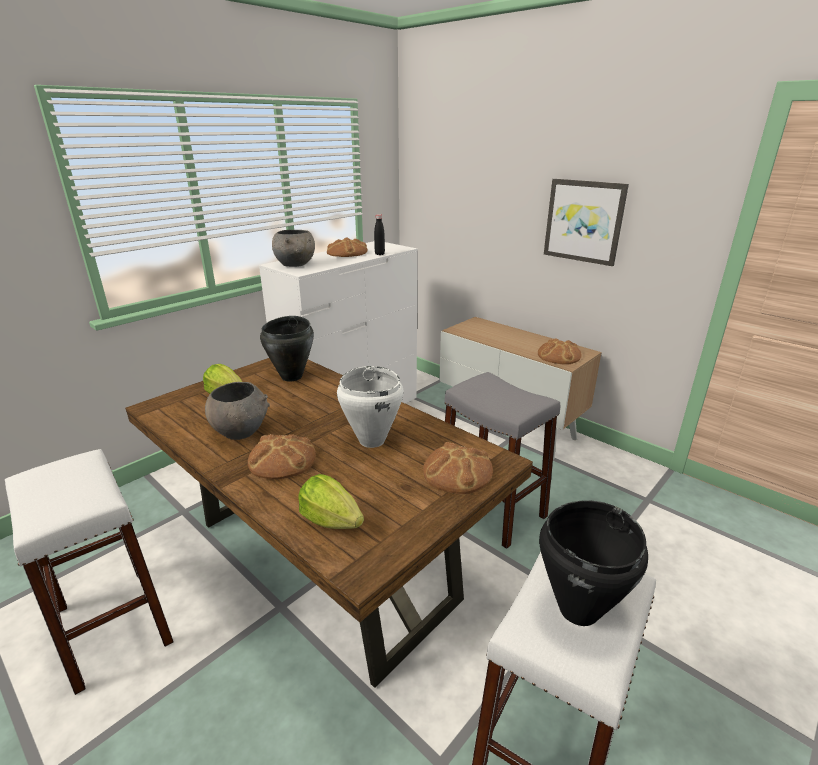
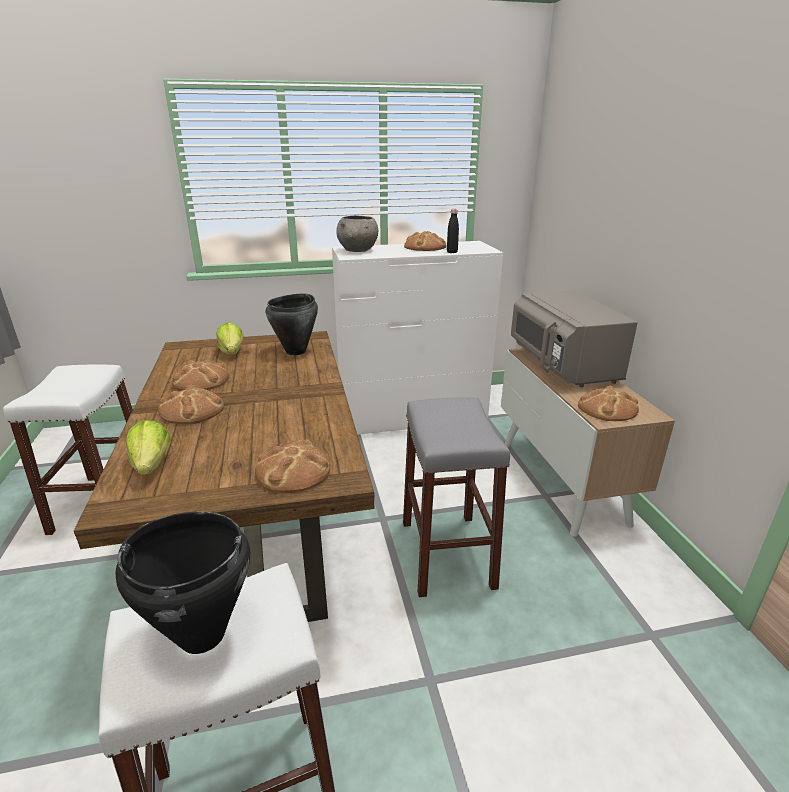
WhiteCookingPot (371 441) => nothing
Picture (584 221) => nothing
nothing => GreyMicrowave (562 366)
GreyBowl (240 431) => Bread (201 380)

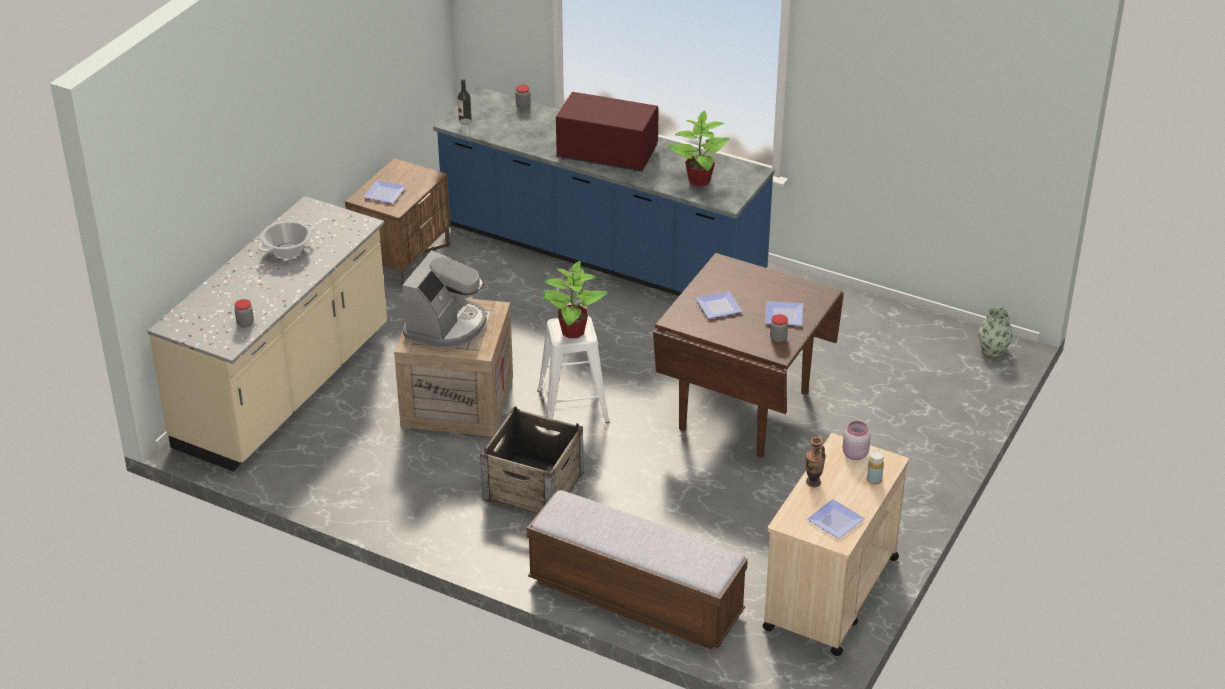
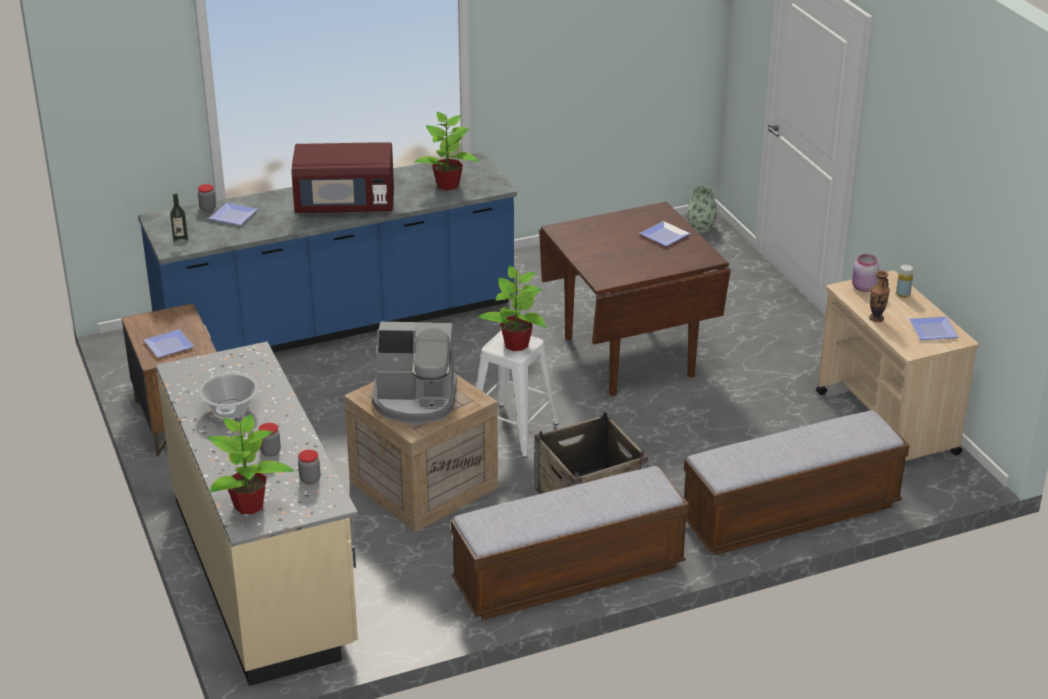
nothing => PottedPlant (249 506)
nothing => Bench (568 575)
Plate (718 308) => Plate (234 217), relocated
Jar (778 338) => Jar (270 452), relocated
CoffeeMachine (446 326) => CoffeeMachine (415 400), 120 degrees clockwise
RedMicrowave (606 155) => RedMicrowave (345 205), 150 degrees counterclockwise

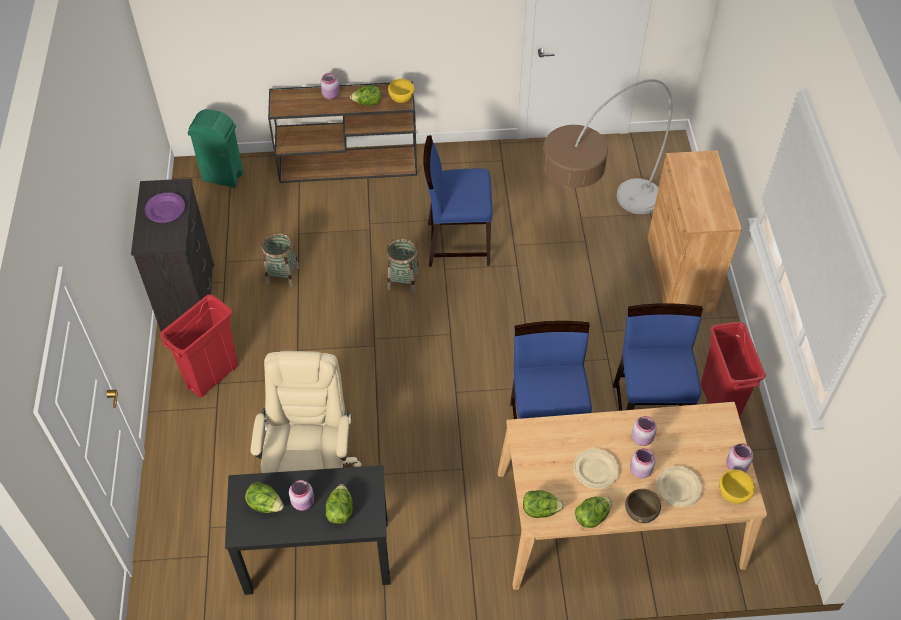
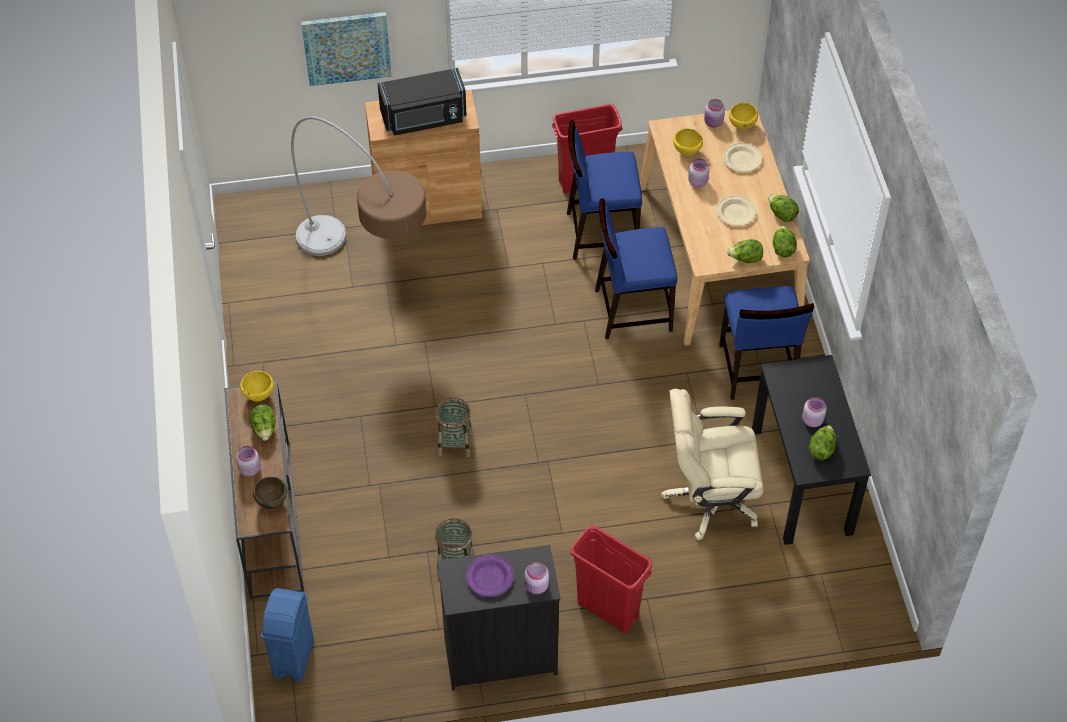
nothing => Picture (346 47)
nothing => BlackMicrowave (424 118)
nothing => YellowBowl (687 152)
Lettuce (340 511) => Lettuce (745 259), relocated
BlueChair (457 243) => BlueChair (756 370), relocated
BrownBowl (640 513) => BrownBowl (271 502), relocated
PinkJar (639 470) => PinkJar (536 587), relocated
GreenTrashCan (223 177) => BlueTrashCan (294 658)

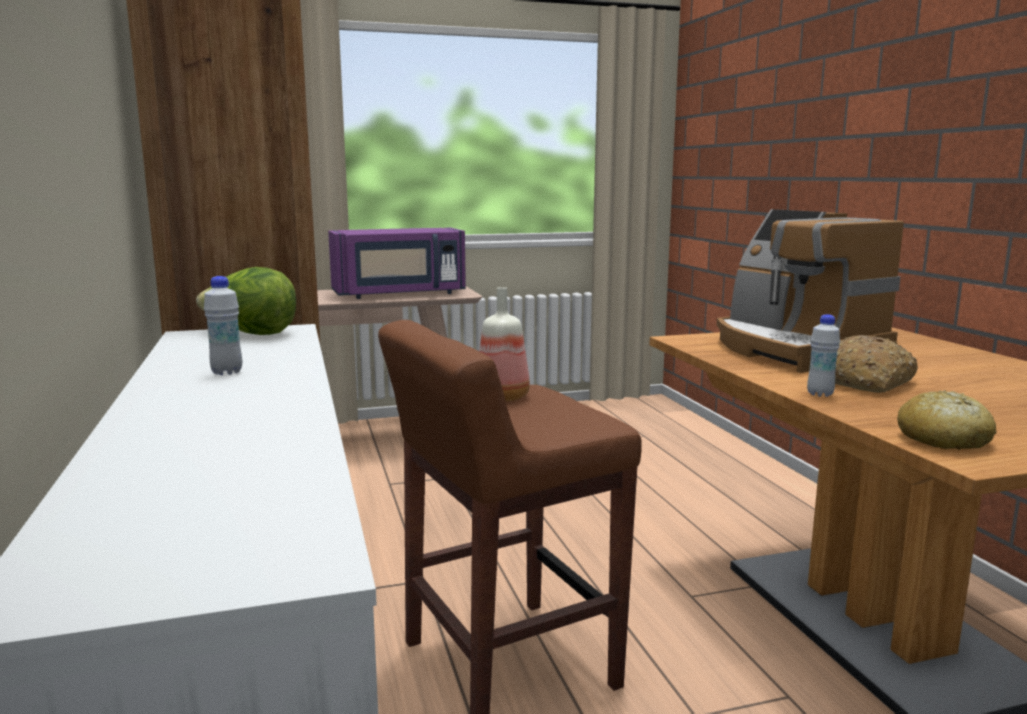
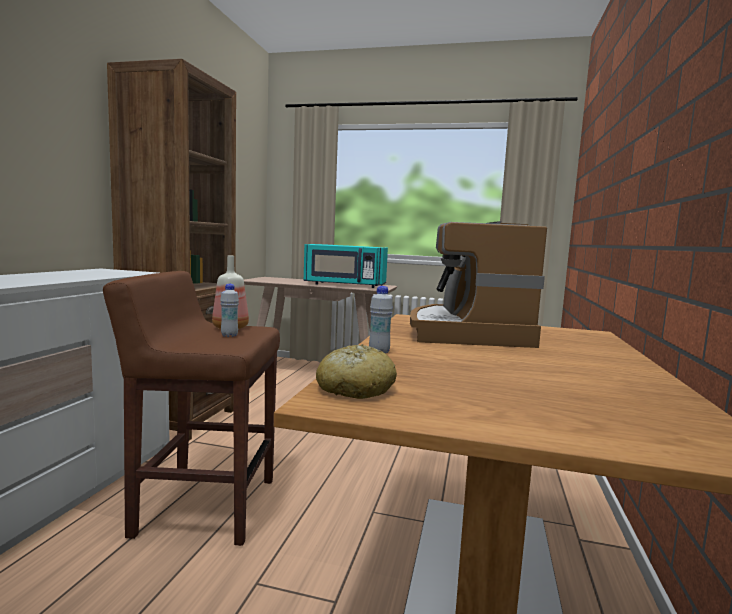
Lettuce (251 334) => nothing
Bread (864 382) => nothing
WhiteBottle (227 372) => WhiteBottle (229 335), relocated
PurpleMicrowave (400 294) => TurquoiseMicrowave (344 285)

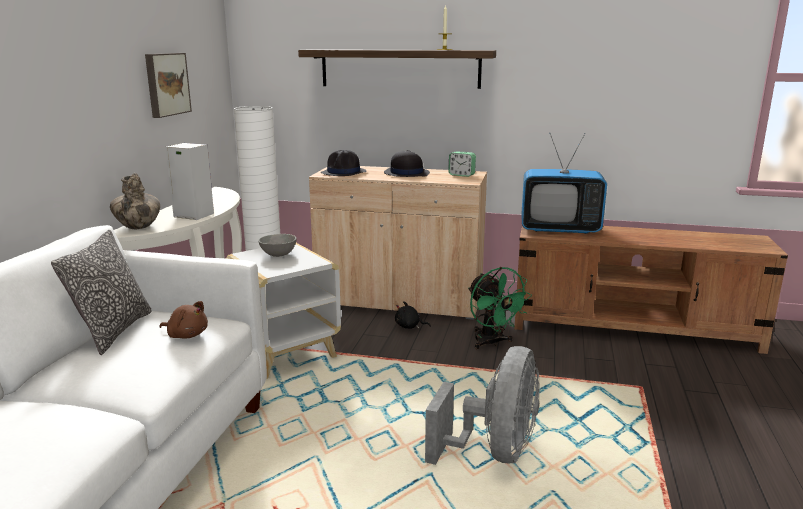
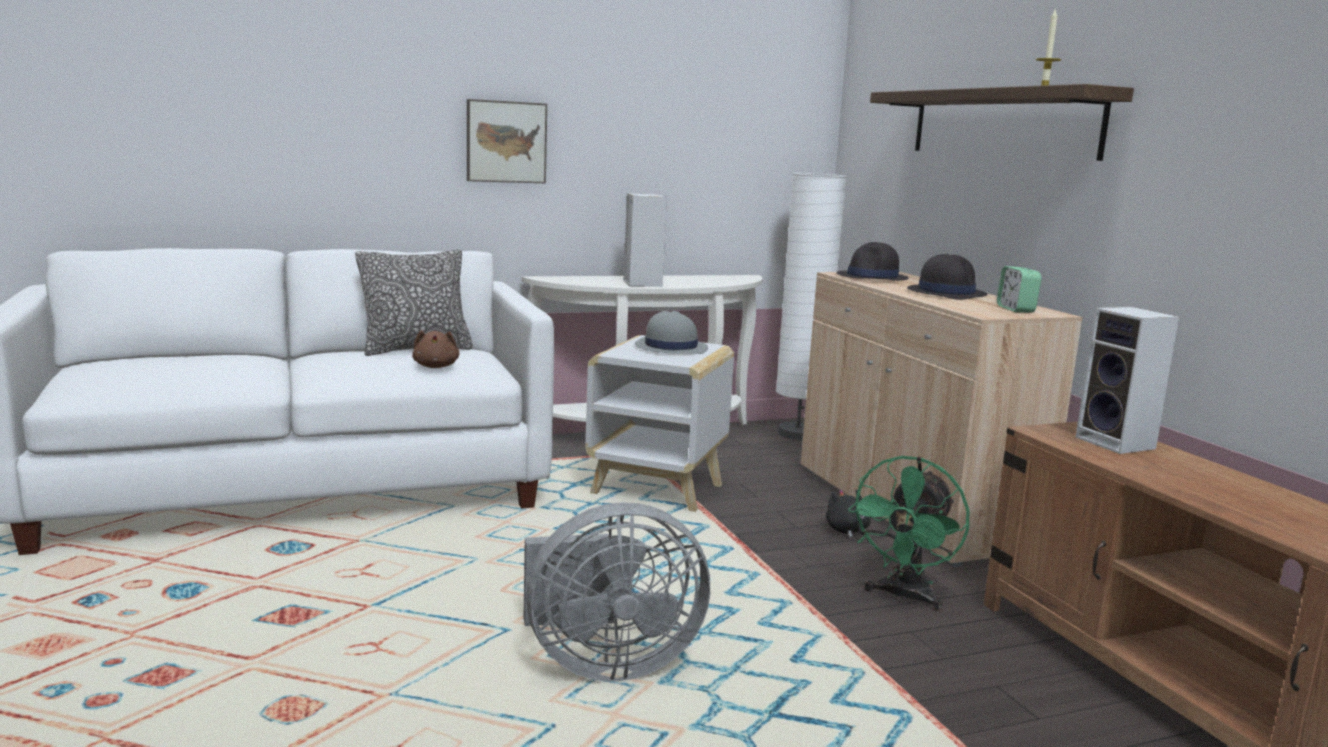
Vase (138 227) => nothing
Picture (166 84) => Picture (505 142), relocated
GreyBowl (277 255) => GreyHat (670 347)
Television (560 229) => Speaker (1118 444)

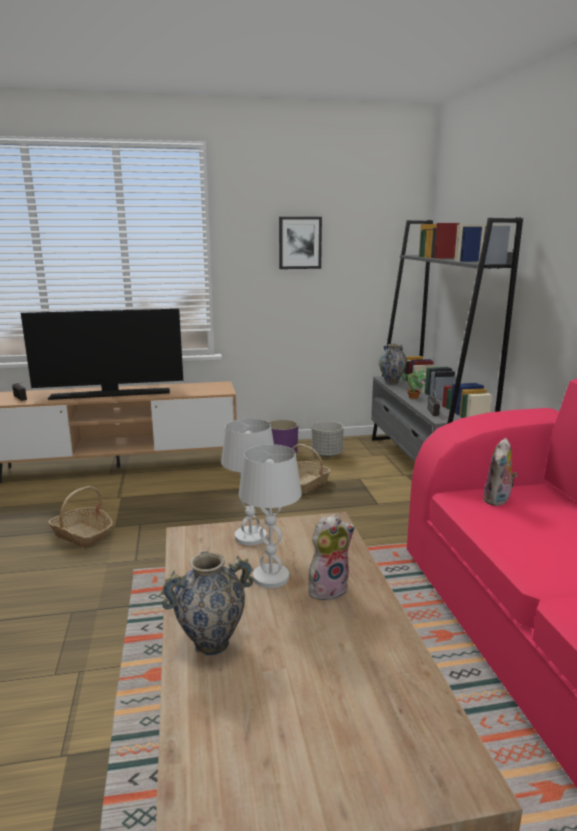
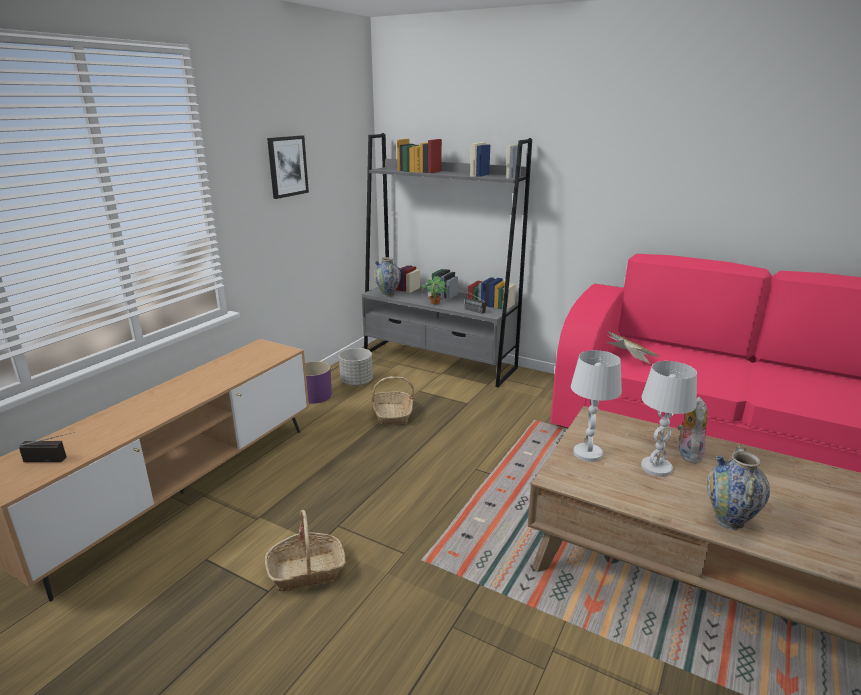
Television (111 394) => nothing
PlushToy (498 500) => Book (629 357)

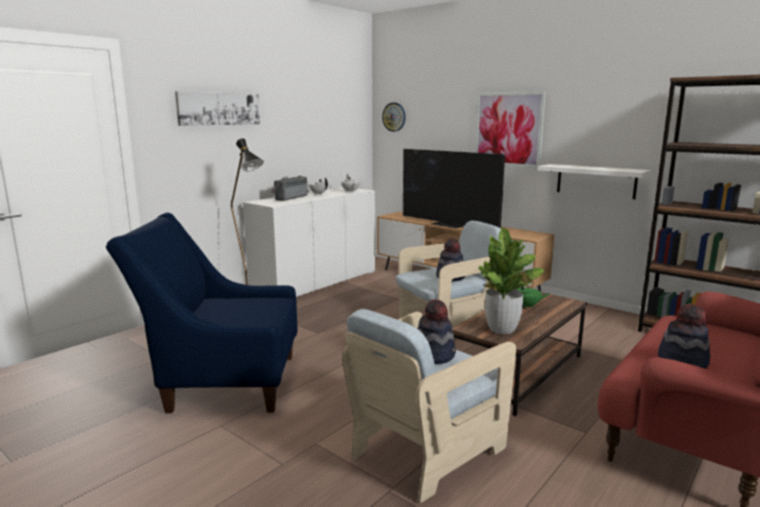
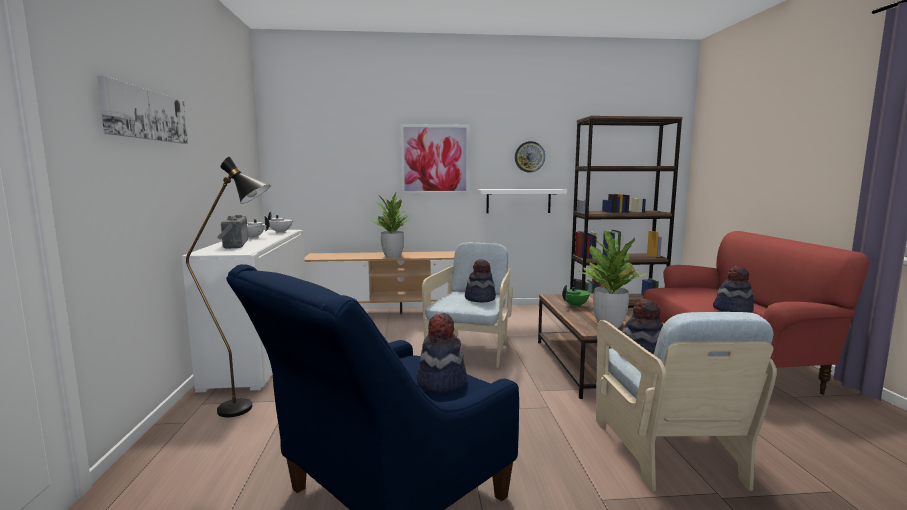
nothing => Hat (441 382)
WallClock (394 117) => WallClock (529 156), relocated
Television (448 224) => PottedPlant (392 256)

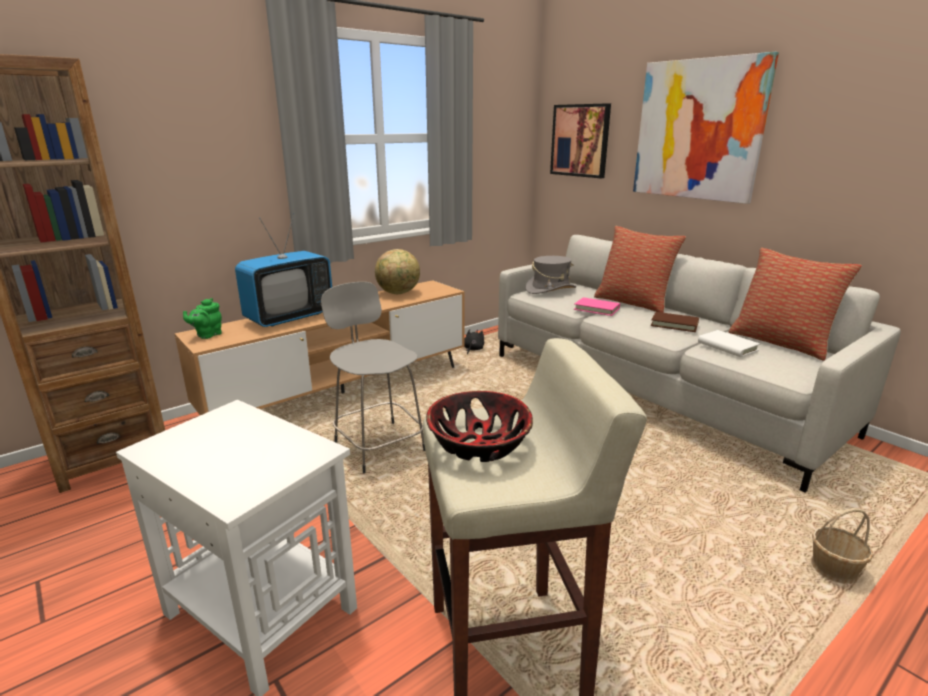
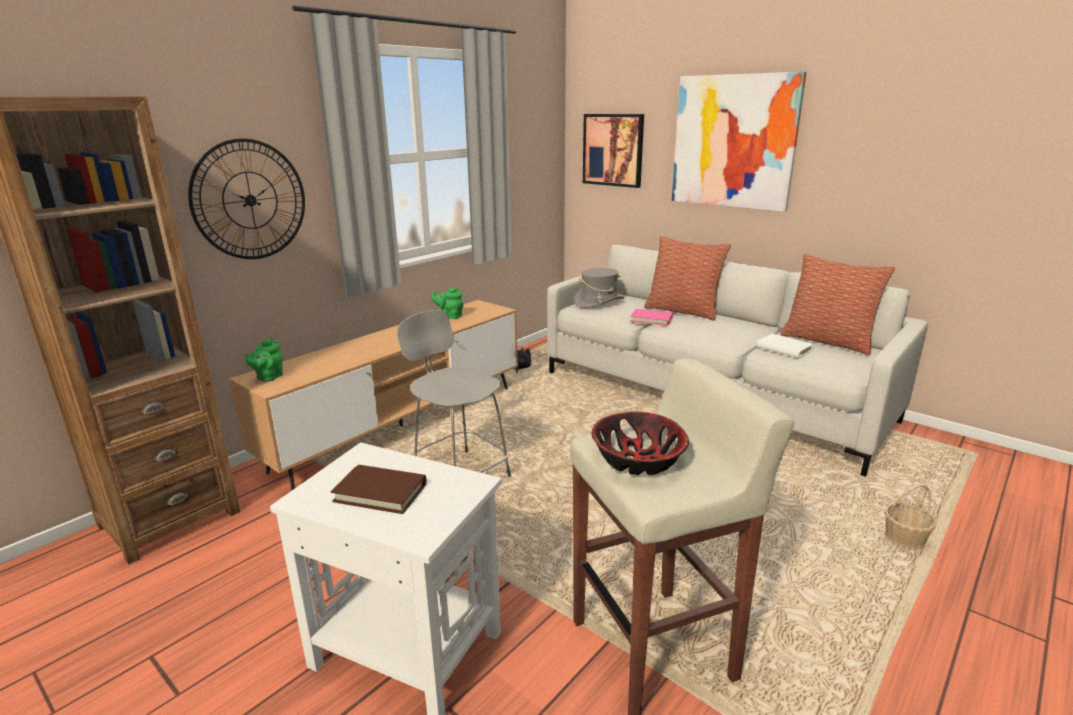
Television (289 317) => nothing
nothing => WallClock (250 200)
BrownBook (674 324) => BrownBook (380 492), relocated
Globe (398 293) => GreenTeapot (449 316)

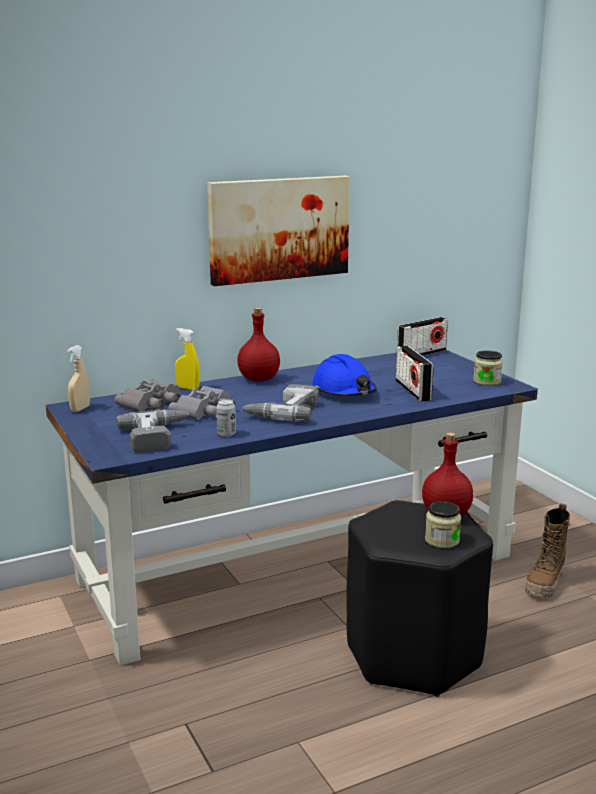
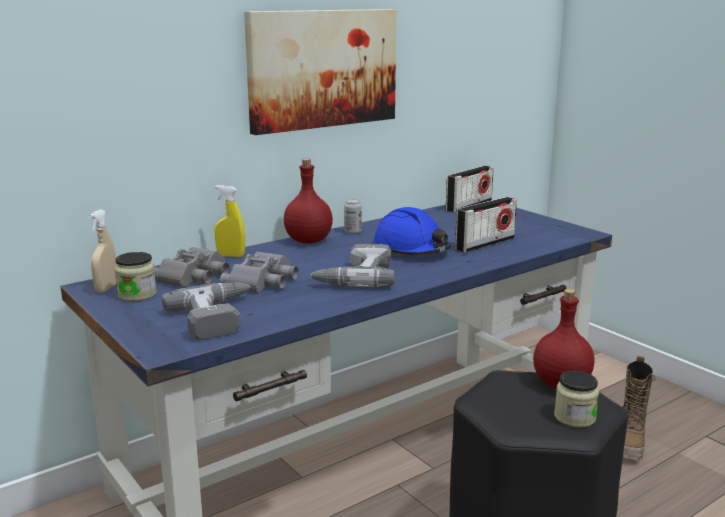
Can (226 434) => Can (353 231), relocated
Jar (487 381) => Jar (137 295), relocated
Radio (413 390) => Radio (485 244), 105 degrees counterclockwise

